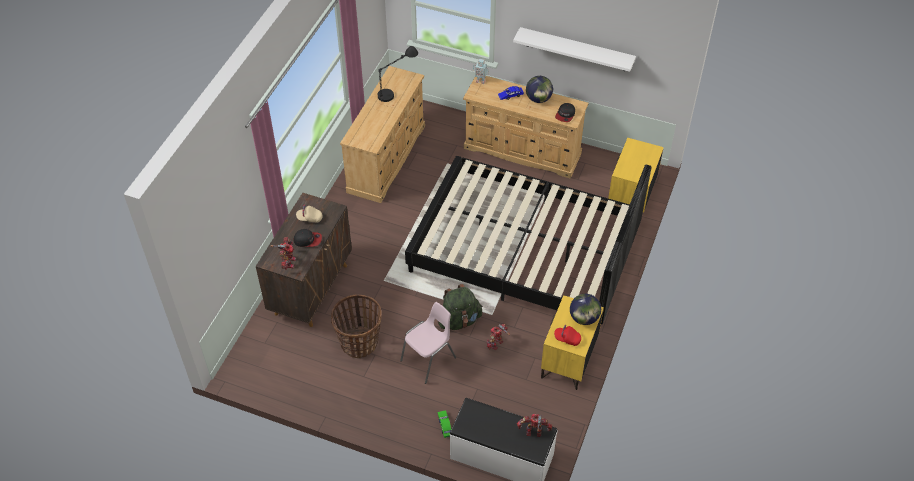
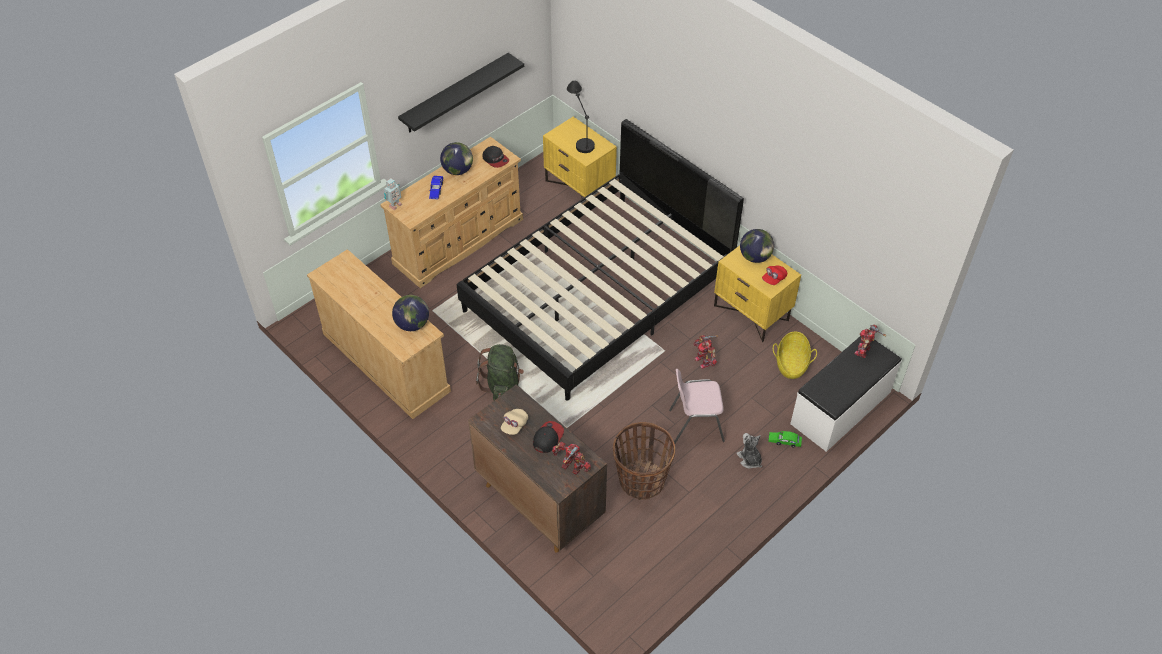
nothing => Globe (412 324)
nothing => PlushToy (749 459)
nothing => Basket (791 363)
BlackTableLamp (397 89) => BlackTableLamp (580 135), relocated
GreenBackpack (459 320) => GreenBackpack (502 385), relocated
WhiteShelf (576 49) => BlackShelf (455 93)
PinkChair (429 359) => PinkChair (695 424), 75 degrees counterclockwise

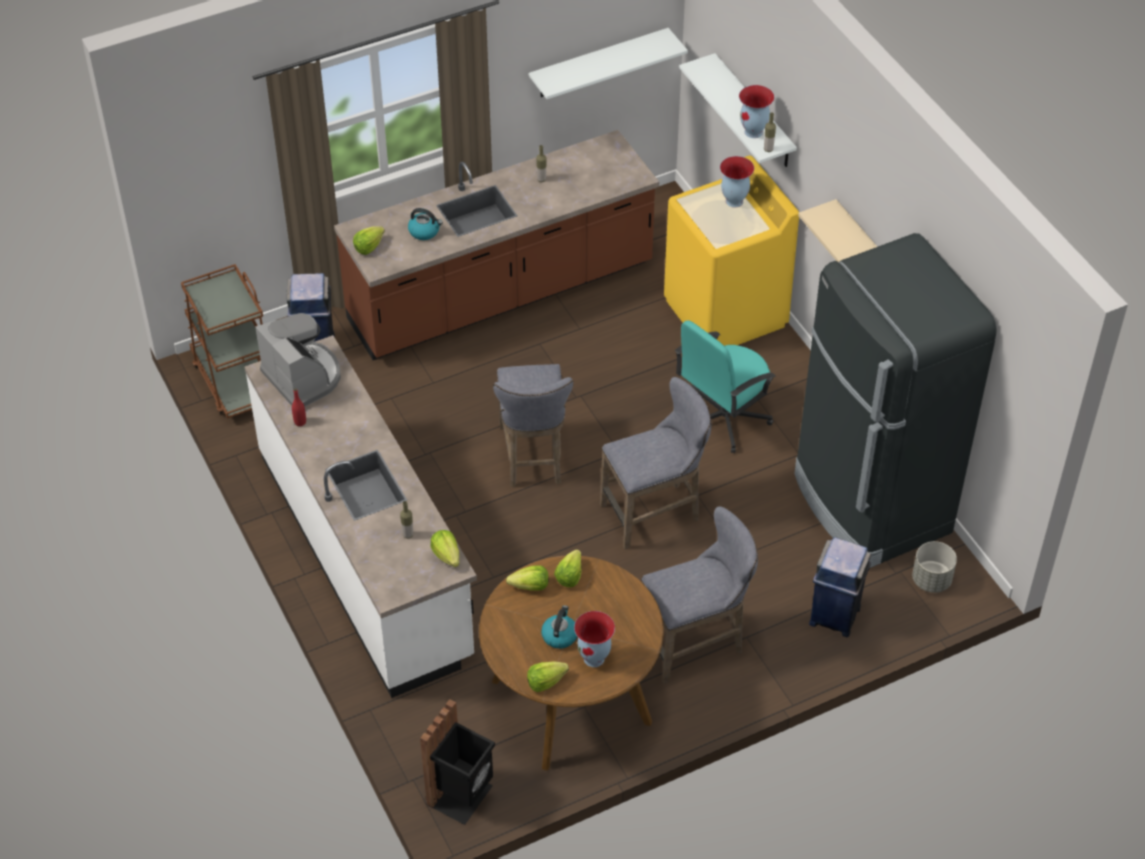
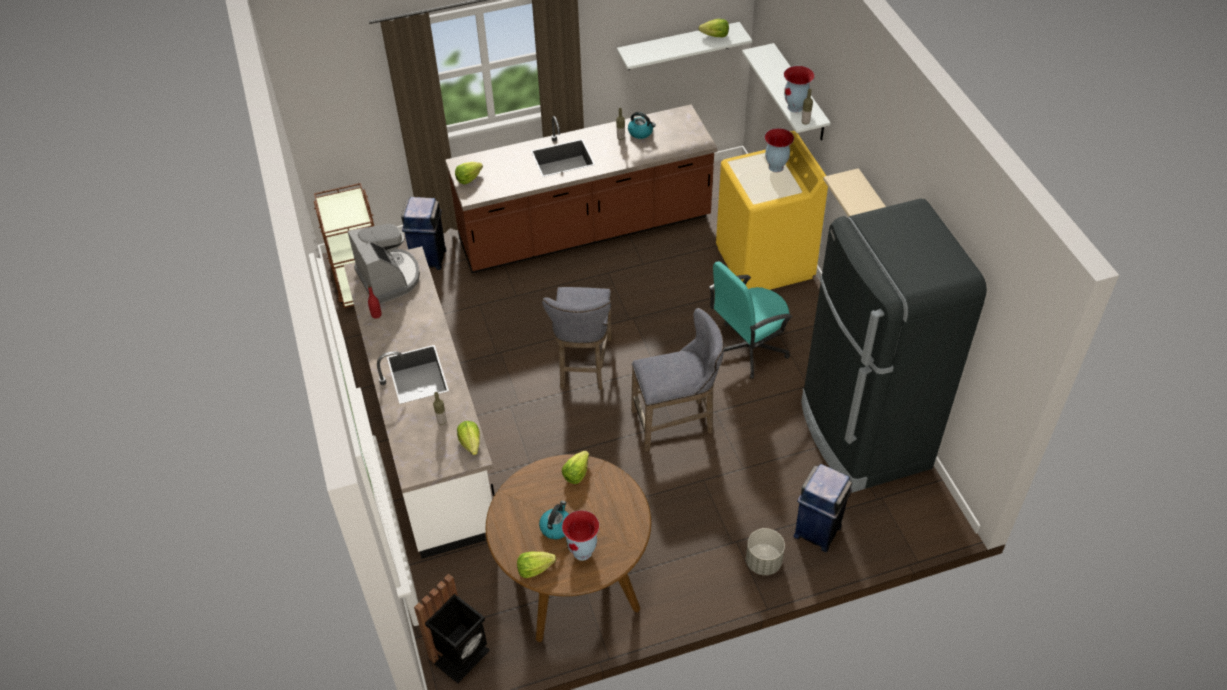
GreyStool (696 643) => nothing
Kettle (424 231) => Kettle (641 132), relocated
Lettuce (530 586) => Lettuce (715 36), relocated
GreyPlanter (931 580) => GreyPlanter (763 562), relocated

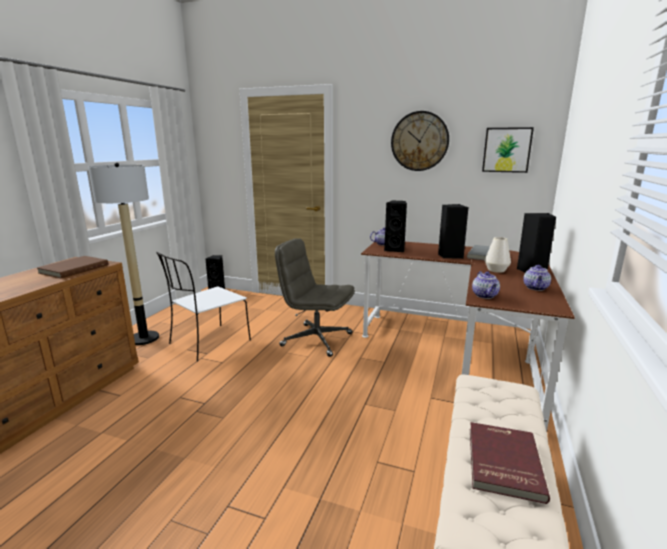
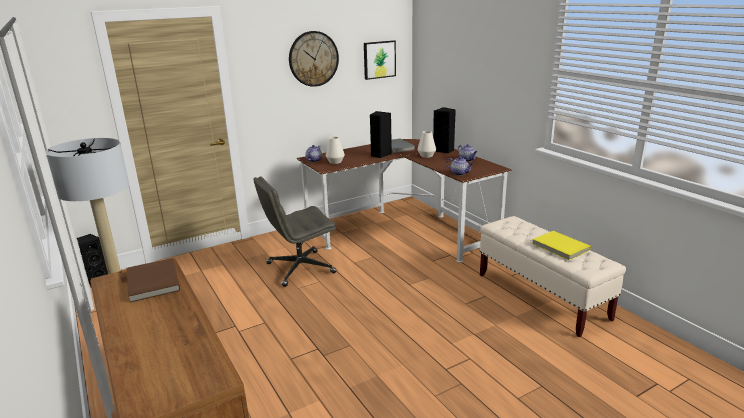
WhiteChair (208 343) => nothing
BlackSpeaker (395 249) => WhiteVase (335 162)
RedBook (502 462) => YellowBook (560 247)

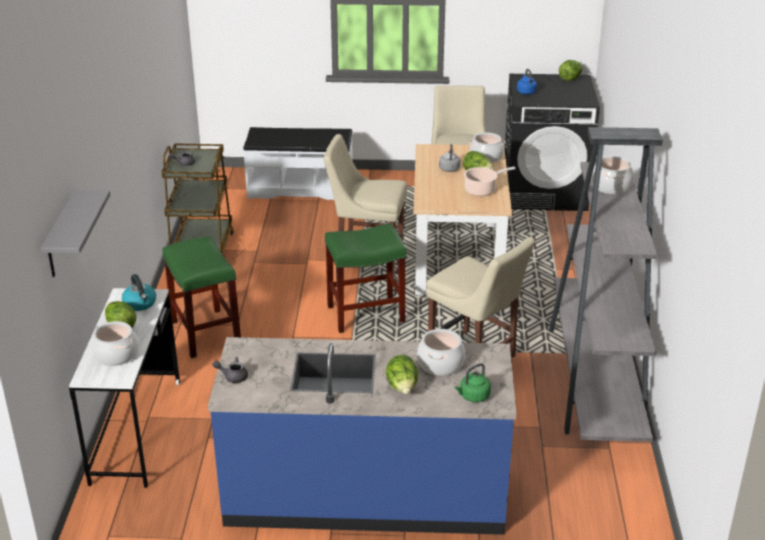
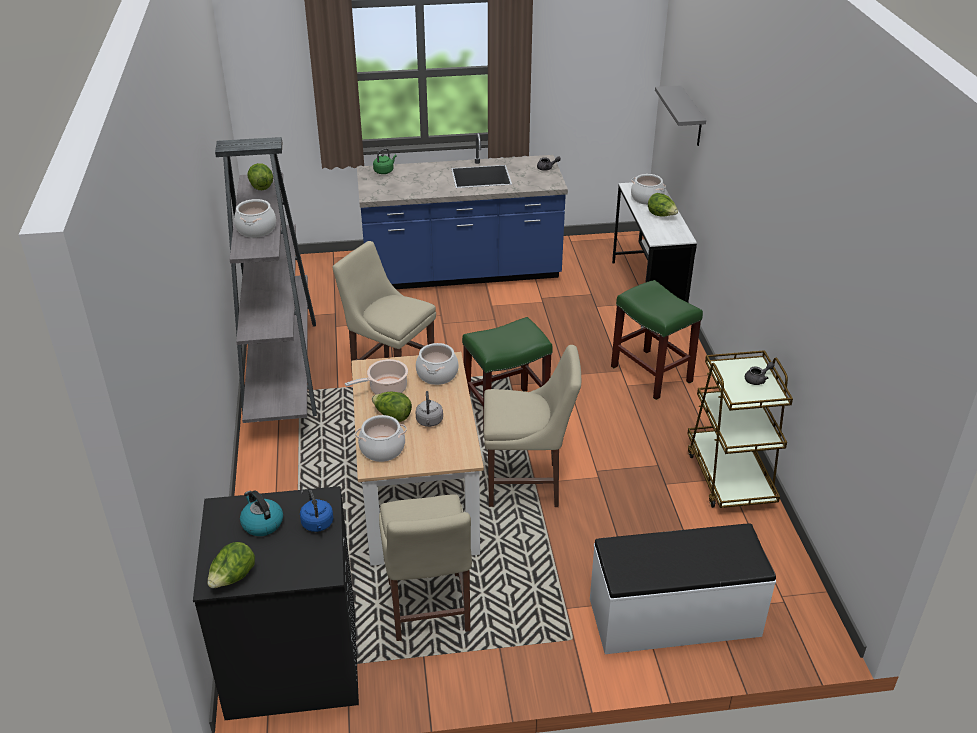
Kettle (140 304) => Kettle (262 523), relocated
Lettuce (402 388) => Lettuce (261 186), relocated
CookingPot (440 364) => CookingPot (437 374), relocated

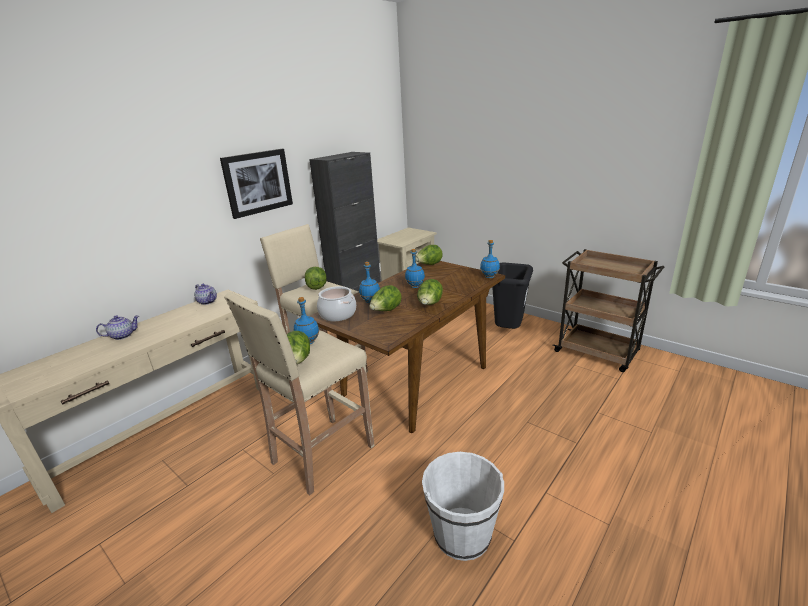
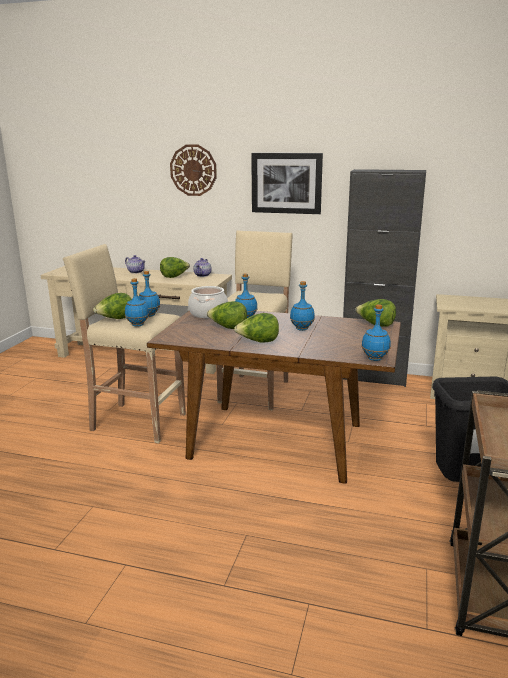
WhiteBucket (462 534) => nothing
nothing => BlueBottle (137 325)
nothing => WallClock (193 170)
Lettuce (317 286) => Lettuce (174 277), relocated

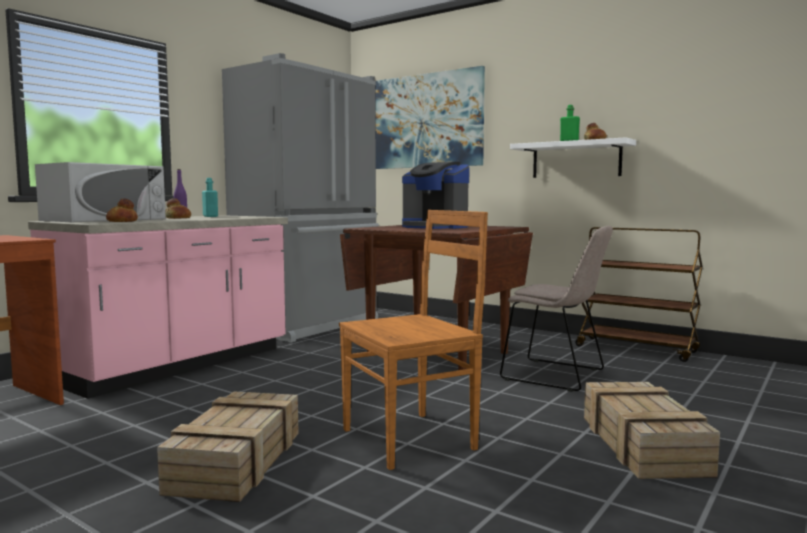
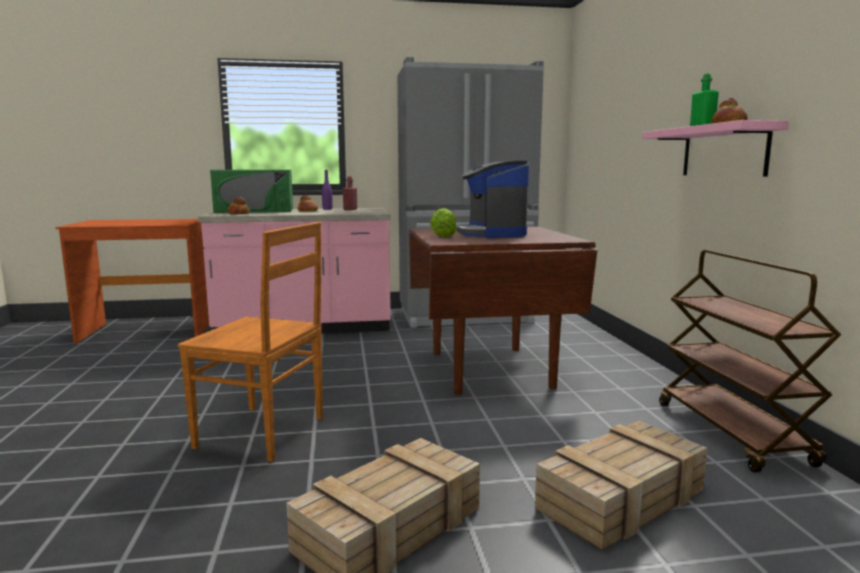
Picture (423 121) => nothing
BeigeChair (557 375) => nothing
nothing => Lettuce (443 236)
Crate (236 462) => Crate (620 499), relocated
WhiteMicrowave (104 220) => GreenMicrowave (255 210)
TurquoiseBottle (210 216) => RedBottle (350 209)
WhiteShelf (576 160) => PinkShelf (724 151)

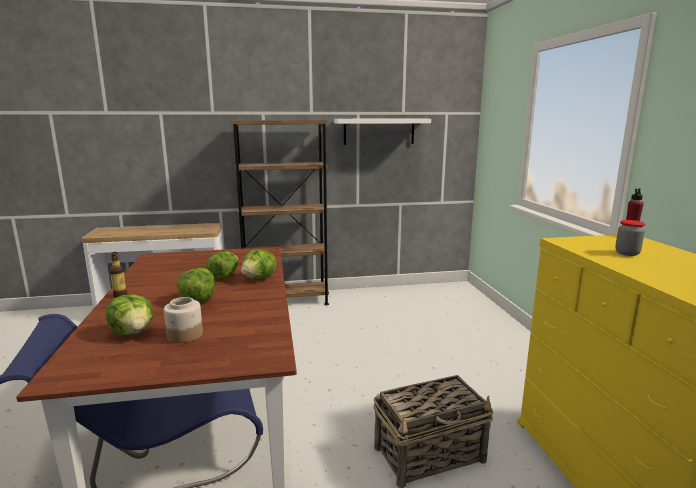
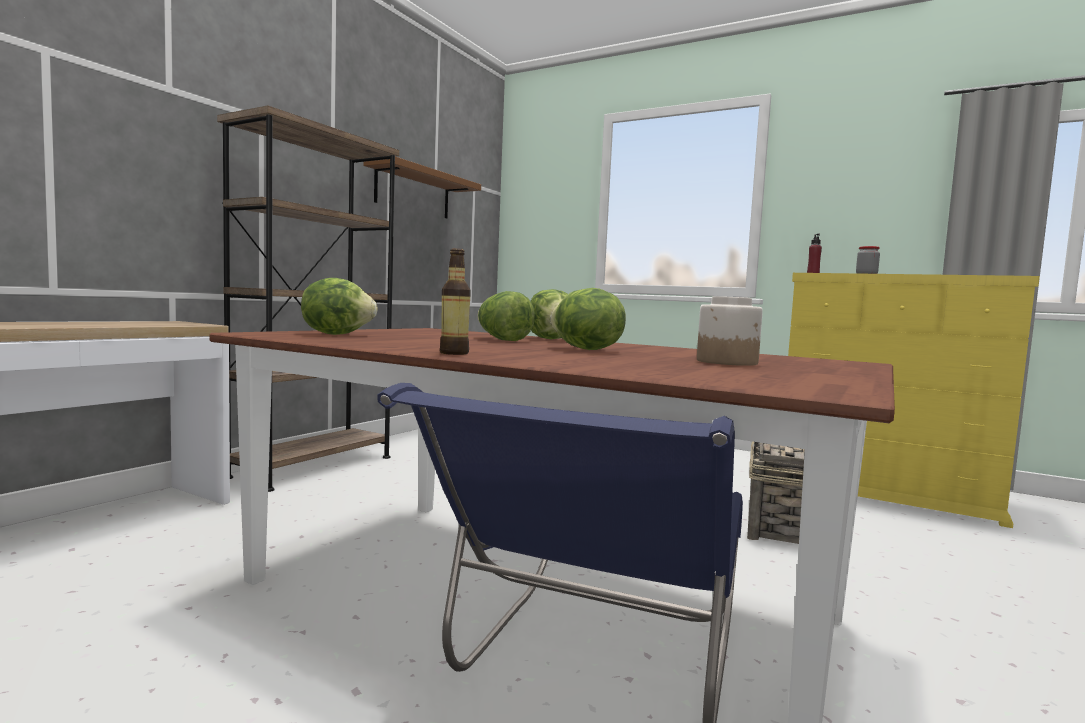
Lettuce (133 333) => Lettuce (337 334), relocated
WhiteShelf (379 131) => BrownShelf (413 192)

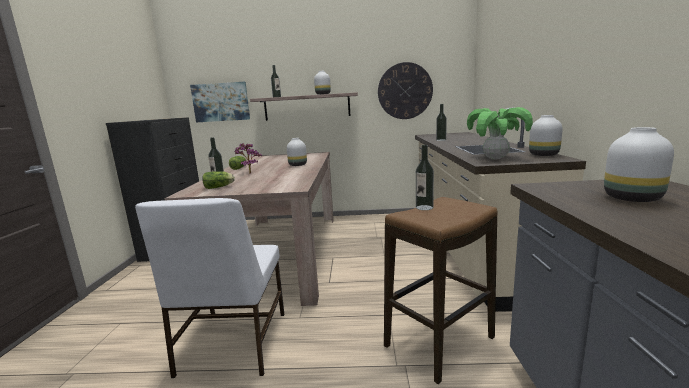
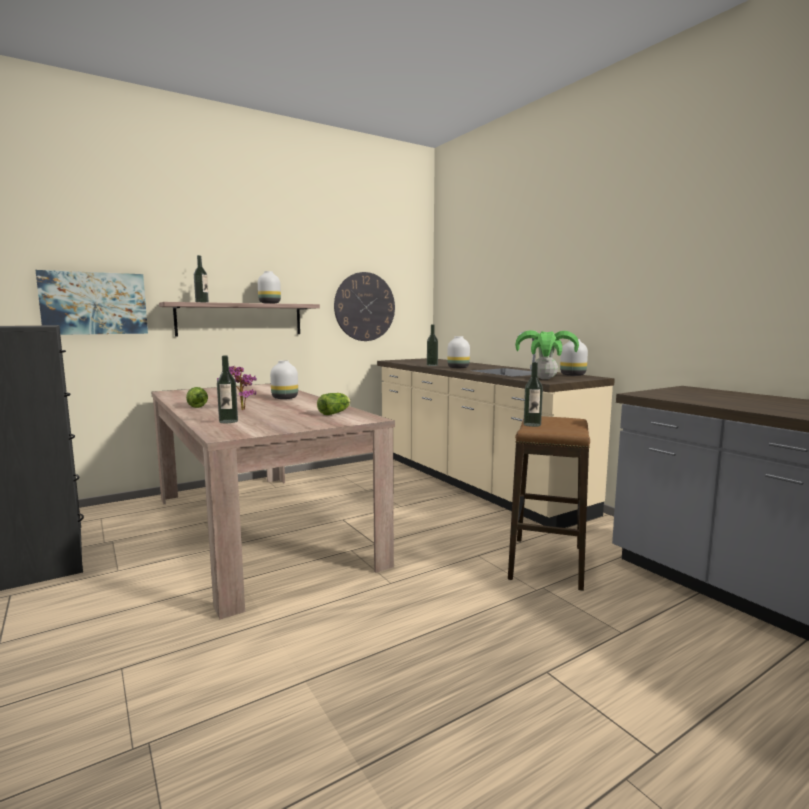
WhiteChair (232 343) => nothing
Lettuce (220 187) => Lettuce (335 413), relocated
WhiteVase (633 199) => WhiteVase (458 368), relocated

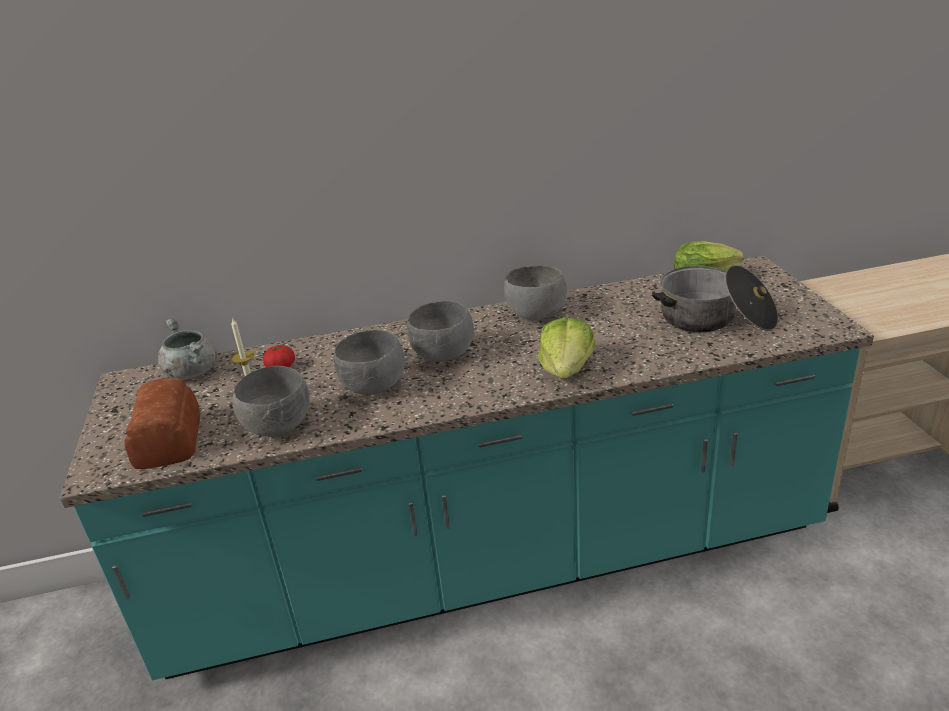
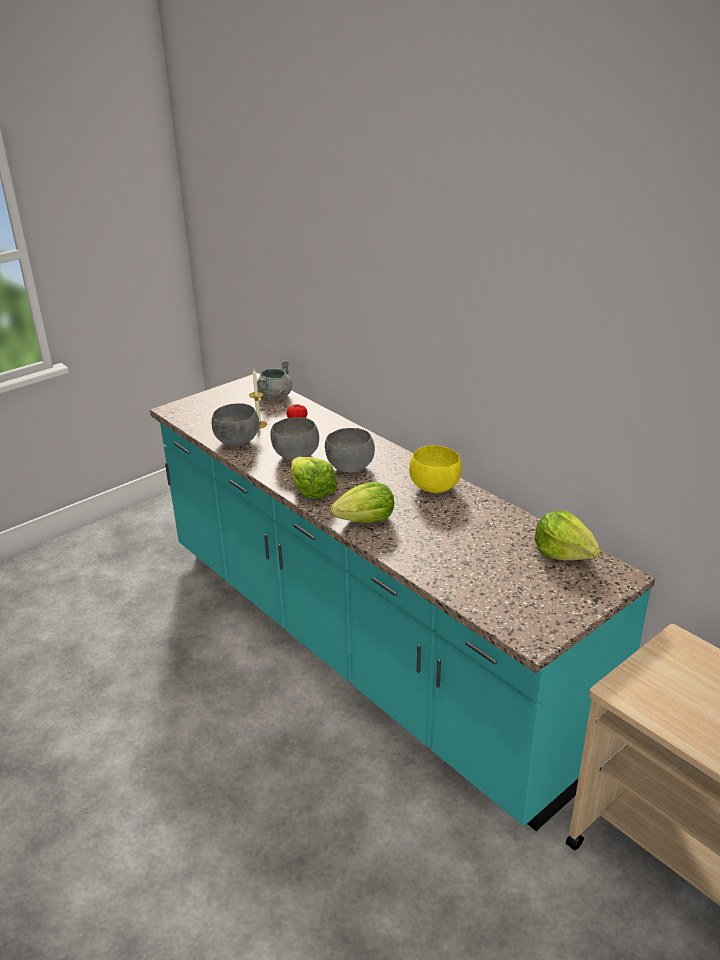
Bread (170 438) => nothing
CookingPot (715 319) => nothing
nothing => Lettuce (312 491)
GreyBowl (535 315) => YellowBowl (434 487)

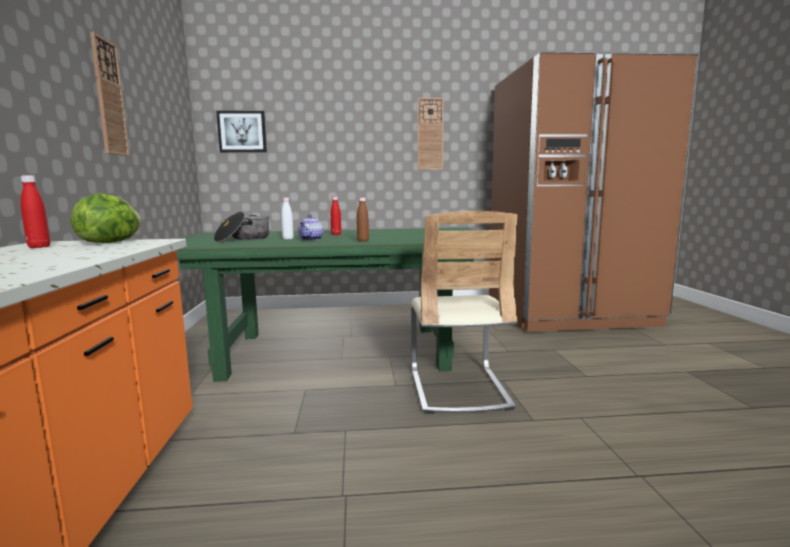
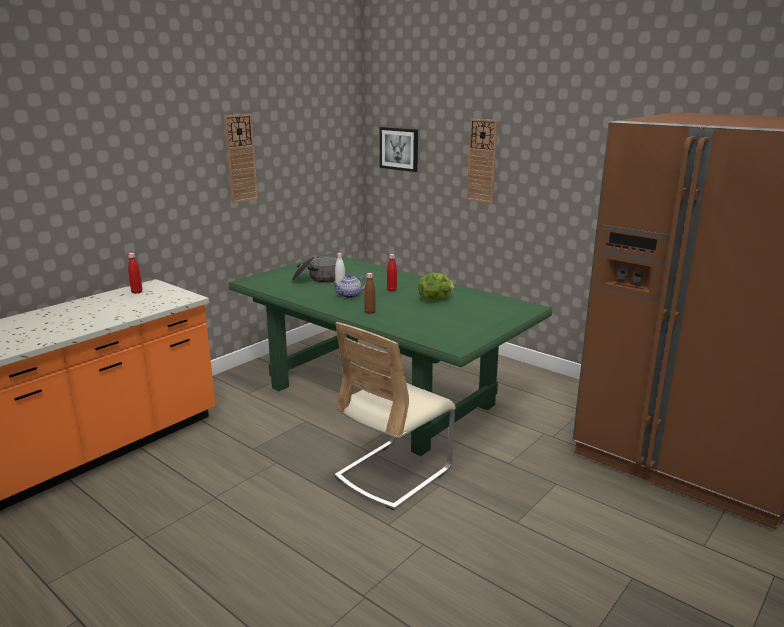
Lettuce (111 242) => Lettuce (436 299), relocated
WallClock (430 134) => WallClock (482 161), relocated

